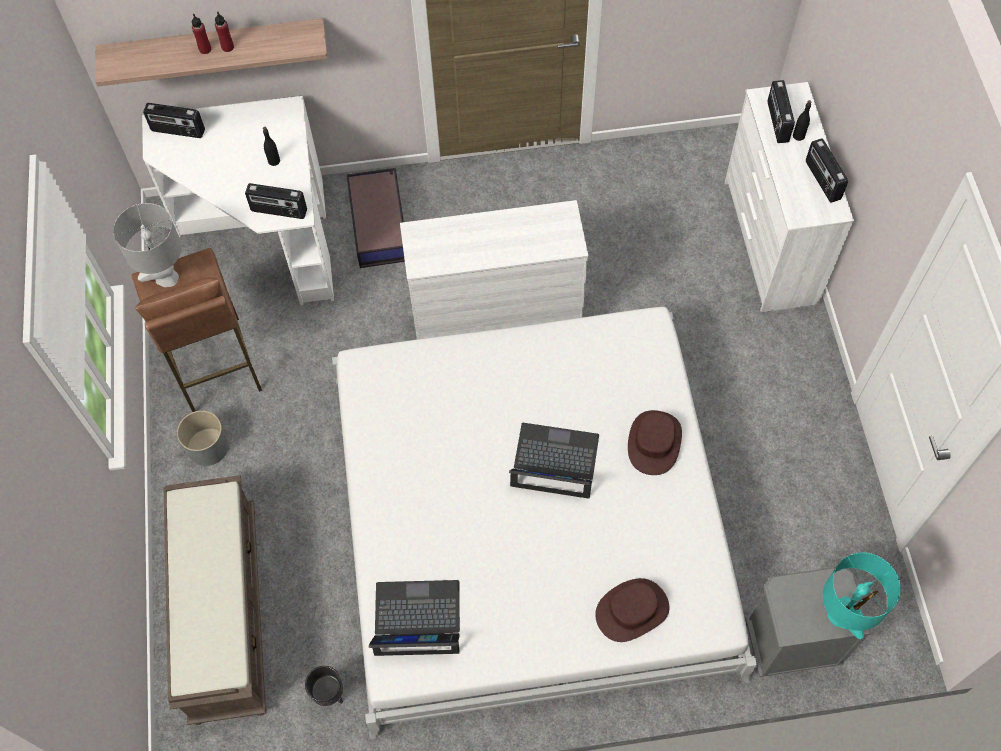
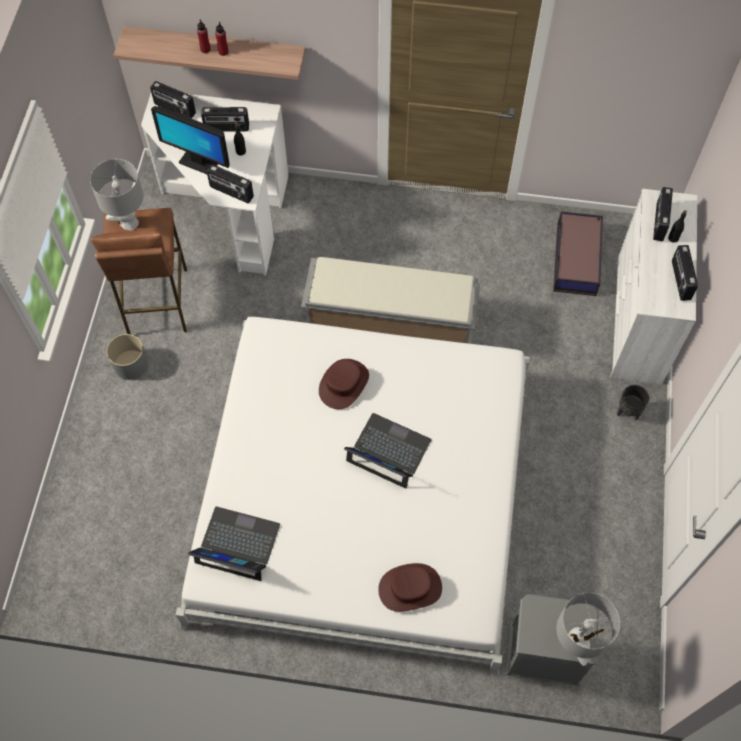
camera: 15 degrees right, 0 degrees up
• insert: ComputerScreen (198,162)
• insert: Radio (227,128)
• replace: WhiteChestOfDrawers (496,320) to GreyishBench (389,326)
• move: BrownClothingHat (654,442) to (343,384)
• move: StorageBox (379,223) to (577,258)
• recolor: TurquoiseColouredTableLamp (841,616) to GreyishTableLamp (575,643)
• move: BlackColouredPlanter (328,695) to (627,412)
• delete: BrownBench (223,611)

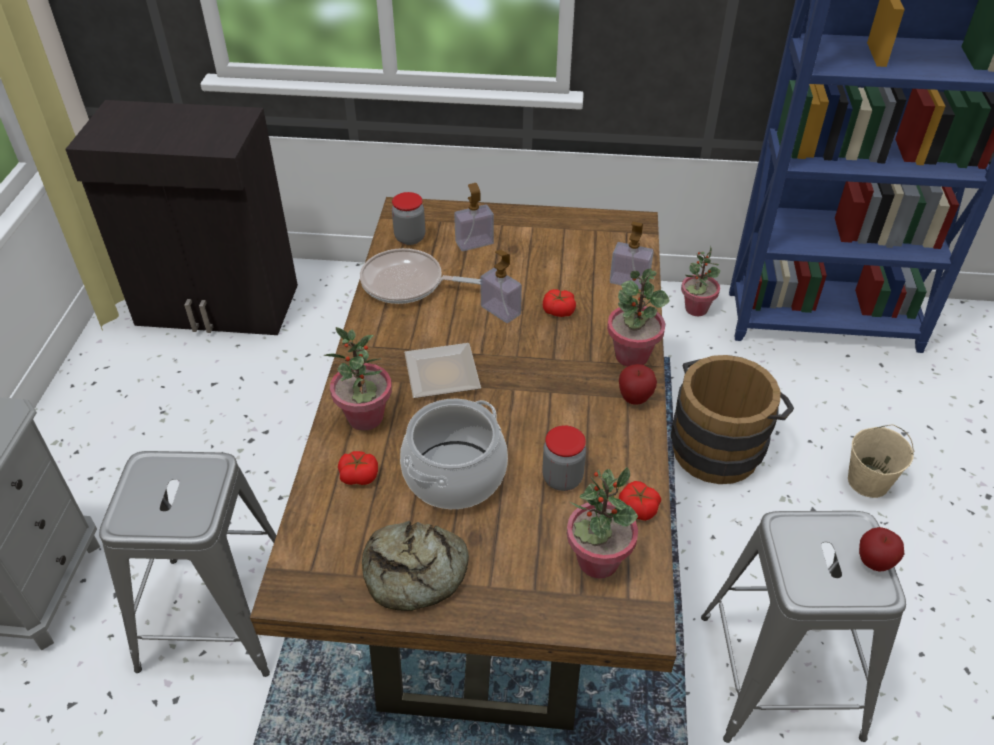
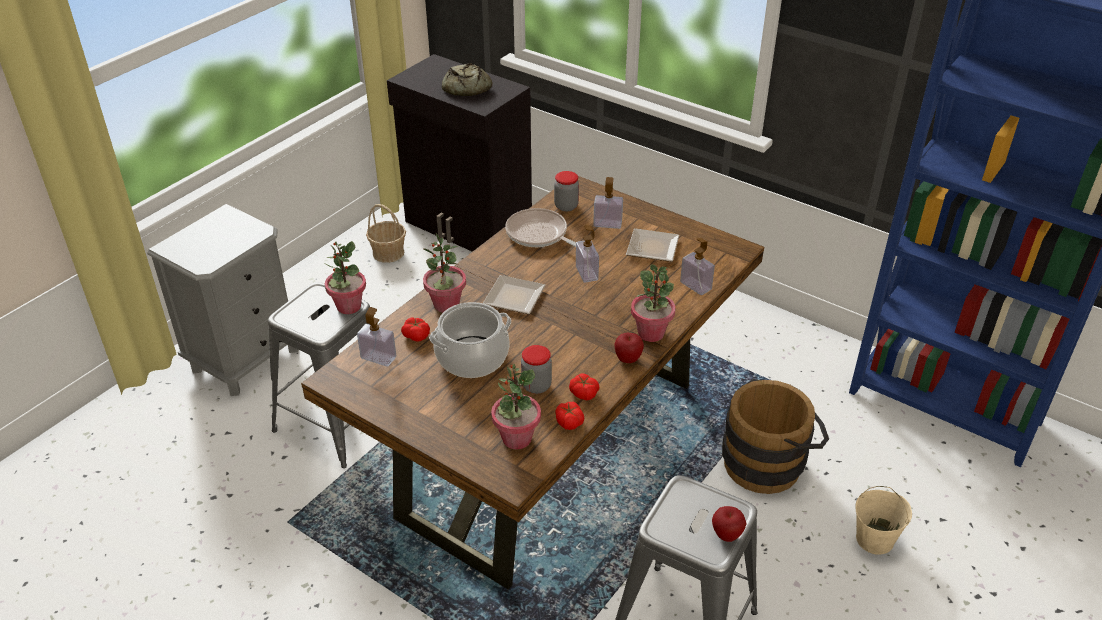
camera: 30 degrees right, 5 degrees down
• move: PlantInAPot (696,309) to (348,306)
• insert: SoapBottle (378,357)
• insert: HouseholdBasket (388,253)
• move: BakedBread (415,573) to (465,88)
• move: WholeTomato (558,310) to (583,393)
• insert: Plate (651,247)

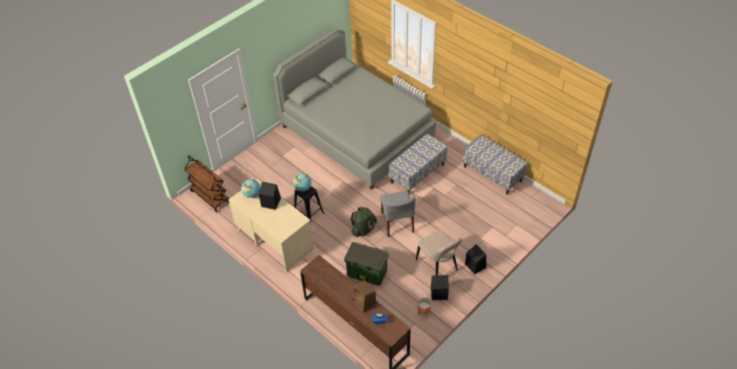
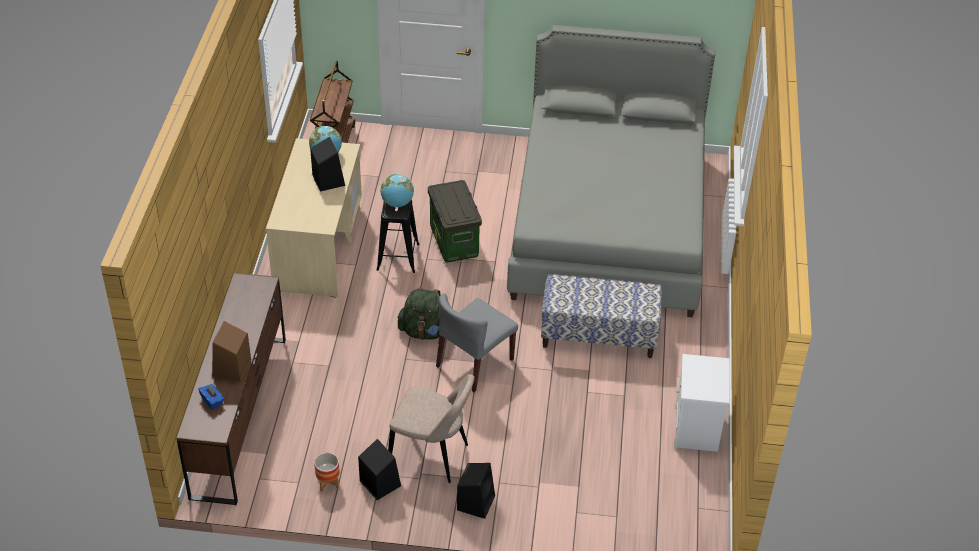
camera: 50 degrees right, 5 degrees down
• rotate: BeigeChair (438,266) = (432,456) 90 degrees counterclockwise
• move: StorageBox (366,273) to (453,241)
• replace: Bench (492,174) to WhiteNightstand (697,430)

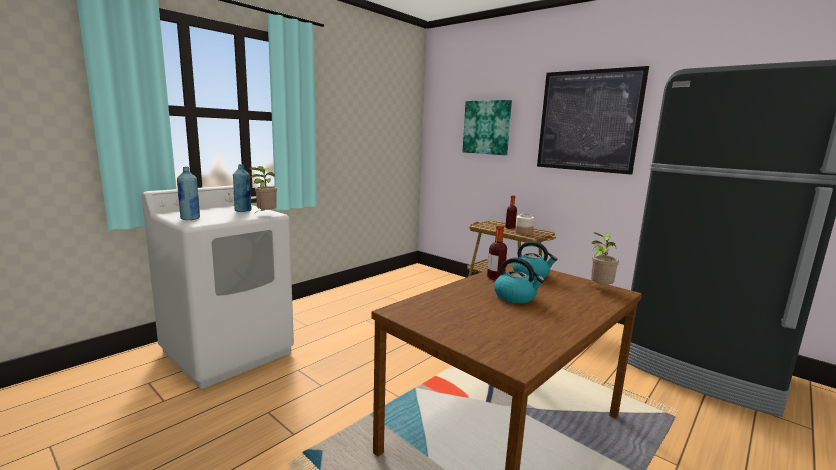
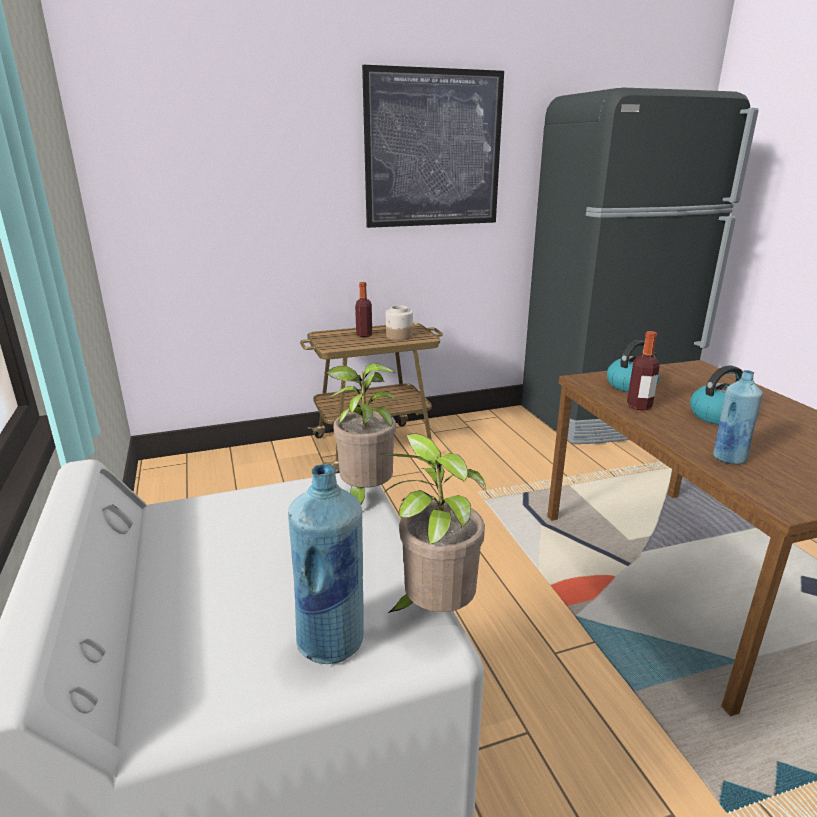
camera: 60 degrees left, 10 degrees up
• move: PlantInAPot (599,288) to (433,611)
• move: BlueColouredDrinkBottle (243,211) to (728,458)
• delete: Picture (487,127)

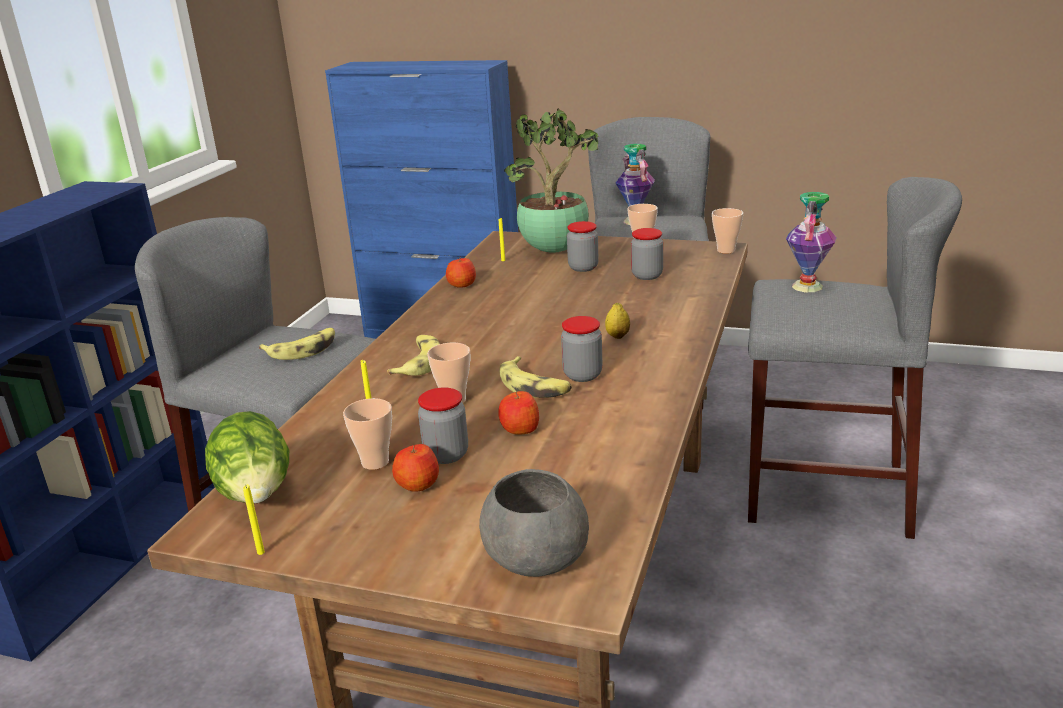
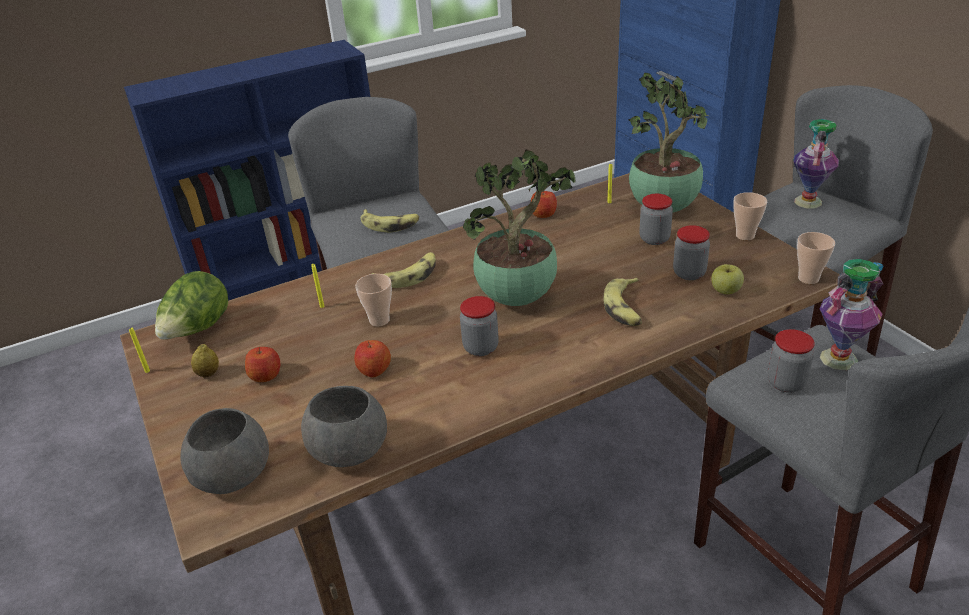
camera: 45 degrees right, 10 degrees up
• move: Lemon (617,336) to (208,373)
• insert: GreyishDeepDish (347,449)
• insert: PlantInAPot (519,298)
• move: BananaFruit (534,386) to (625,308)
• insert: WholeApple (725,291)
• move: StorageJar (446,455) to (786,383)
• delete: DrinkingCup (375,462)

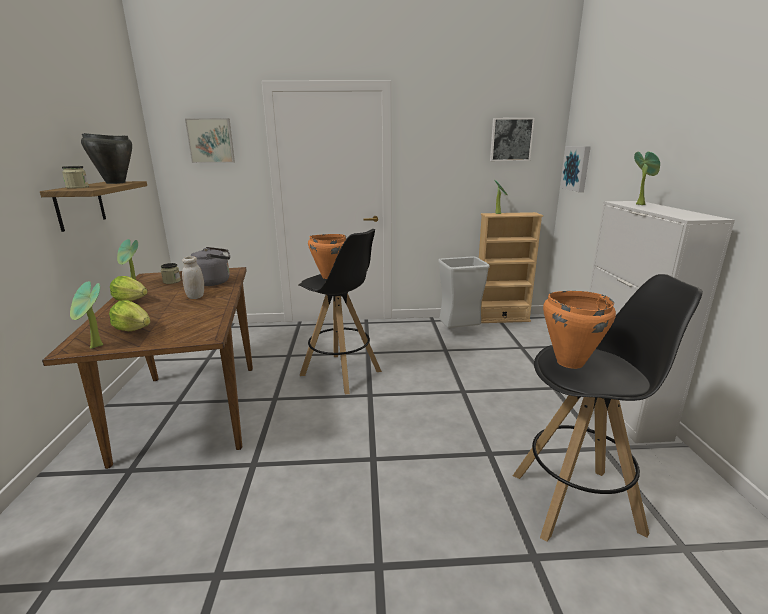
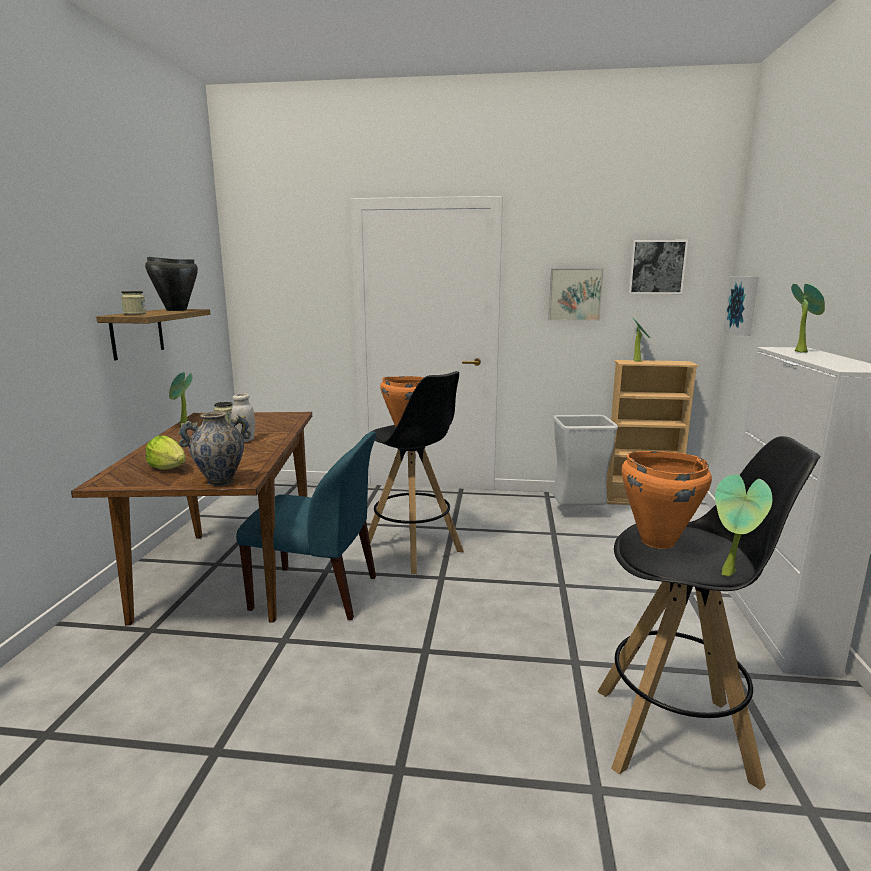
camera: 10 degrees right, 5 degrees down
• insert: DecorativeVase (220,481)
• insert: BlueColouredChair (318,593)
• move: Picture (211,141) to (575,294)
• move: PlantInAPot (96,347) to (731,575)
• delete: LettuceHead (131,300)
• delete: GreyishKettle (214,282)

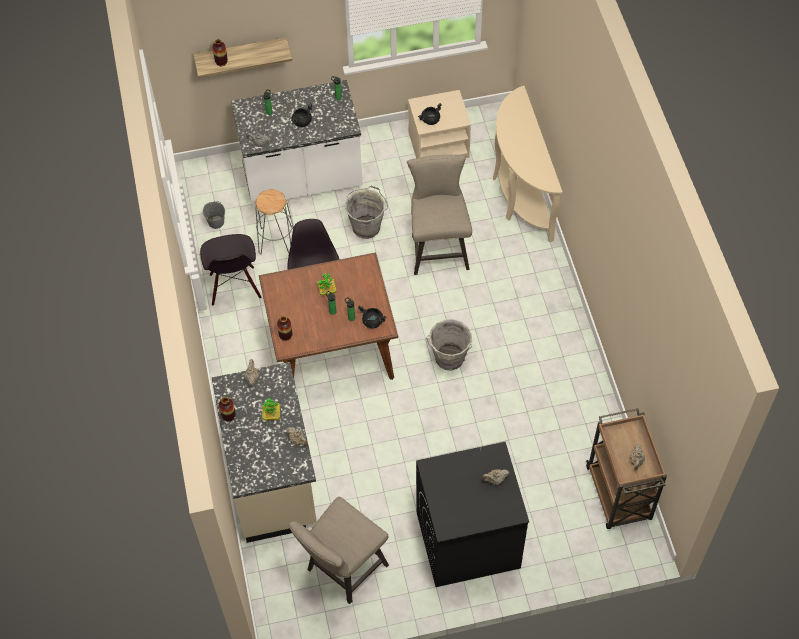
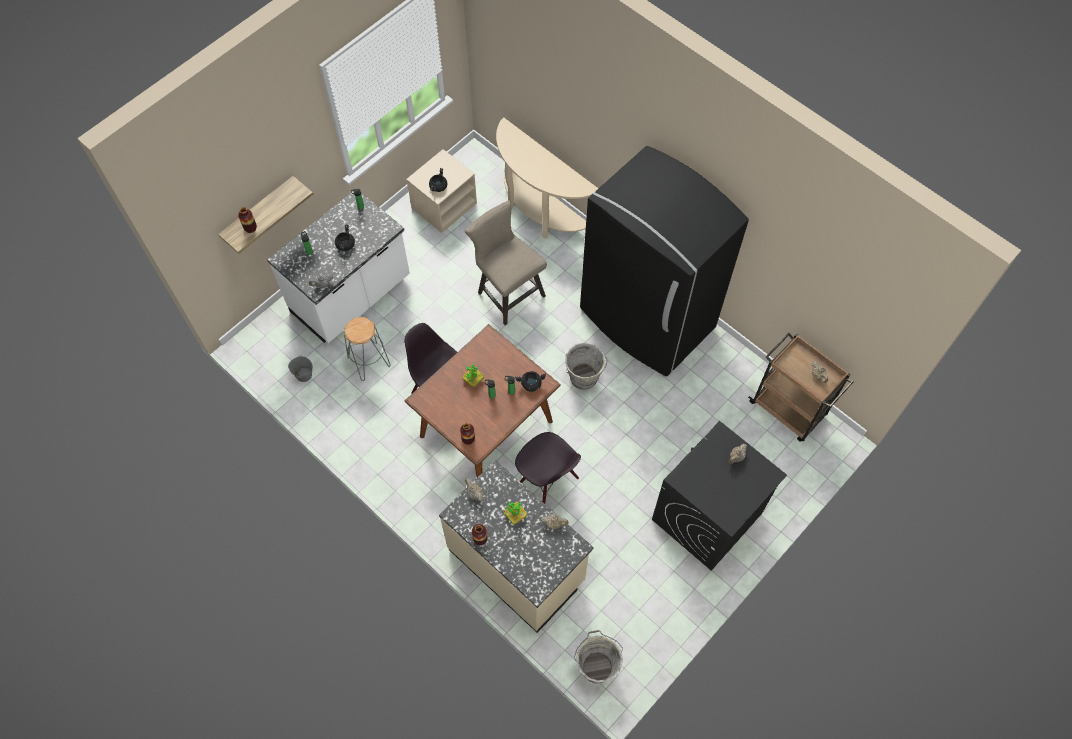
camera: 35 degrees left, 5 degrees up
• move: BlackColouredChair (234,286) to (547,482)
• move: GreyishWaterBucket (367,226) to (597,666)
• insert: BlackColouredFridge (646,320)
• delete: BeigeSittingStool (343,571)

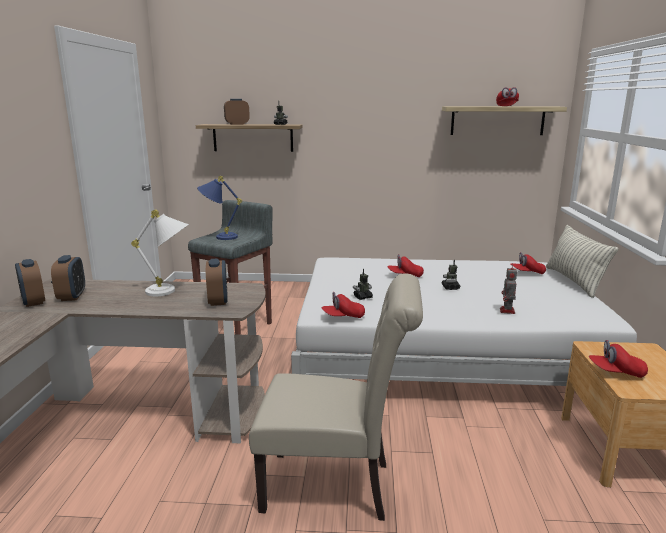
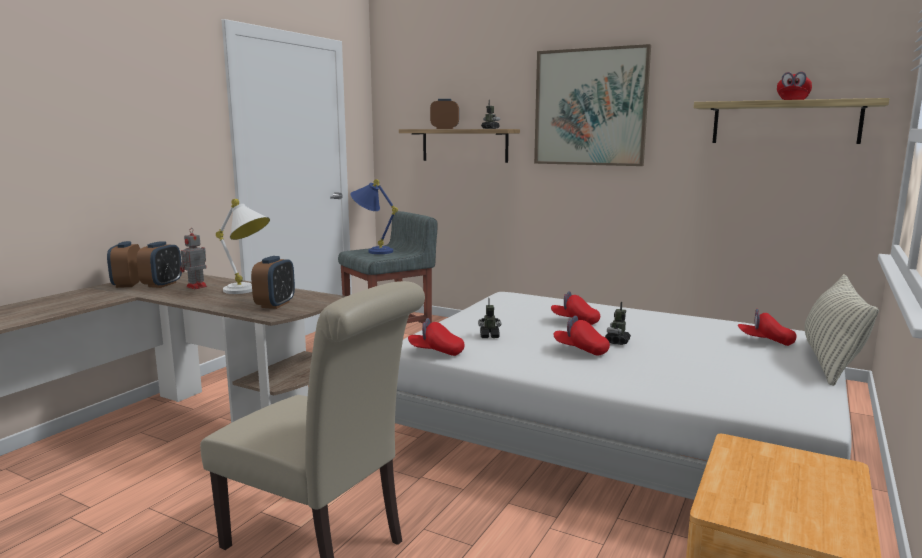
camera: 25 degrees right, 5 degrees down
• move: RobotFigure (507,311) to (195,287)
• insert: Picture (590,107)
• move: RedCap (616,372) to (580,350)

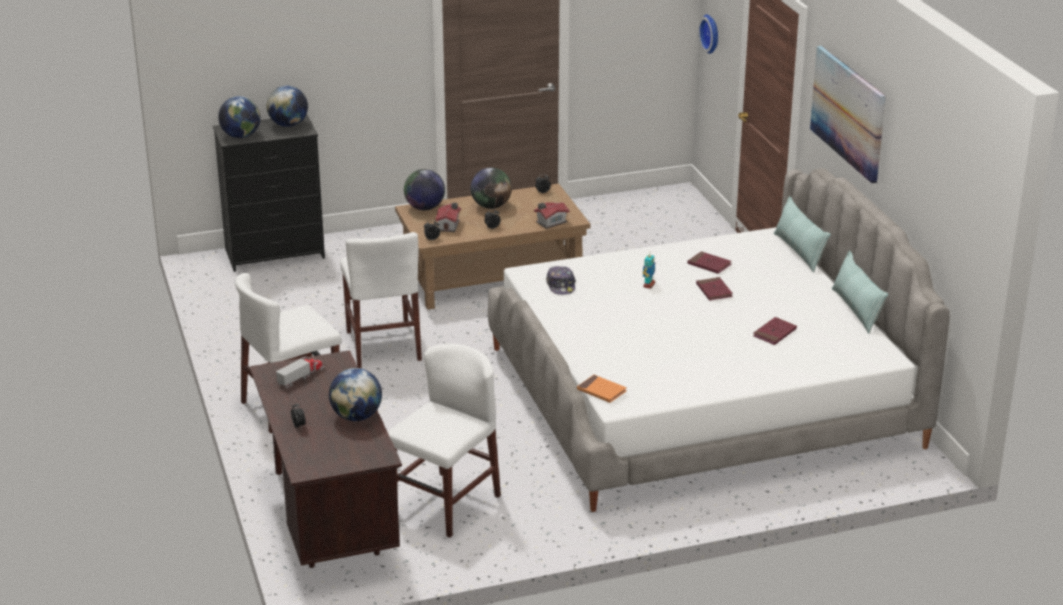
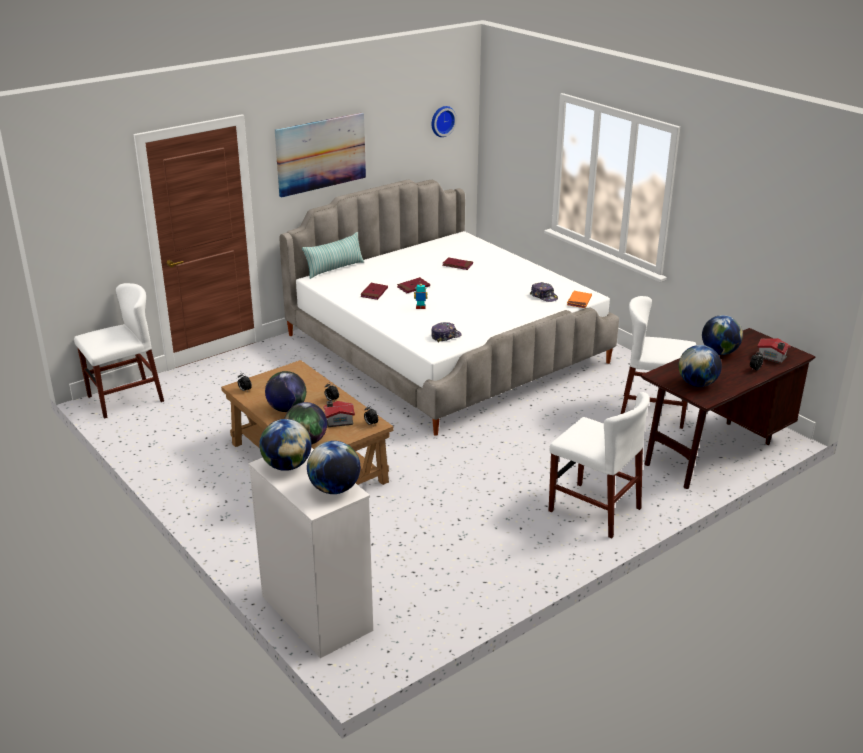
camera: 110 degrees left, 0 degrees up
• move: WhiteChair (383,345) to (125,399)
• recolor: BlackColouredChestOfDrawers (275,253) to WhiteChestOfDrawers (315,612)
• move: ClockOnTheWall (711,33) to (442,121)
• insert: Cap (544,296)
• replace: ToyTruck (301,377) to WorldGlobe (697,384)
• move: MiniatureHouse (550,222) to (772,357)
• delete: Pillow (856,310)

